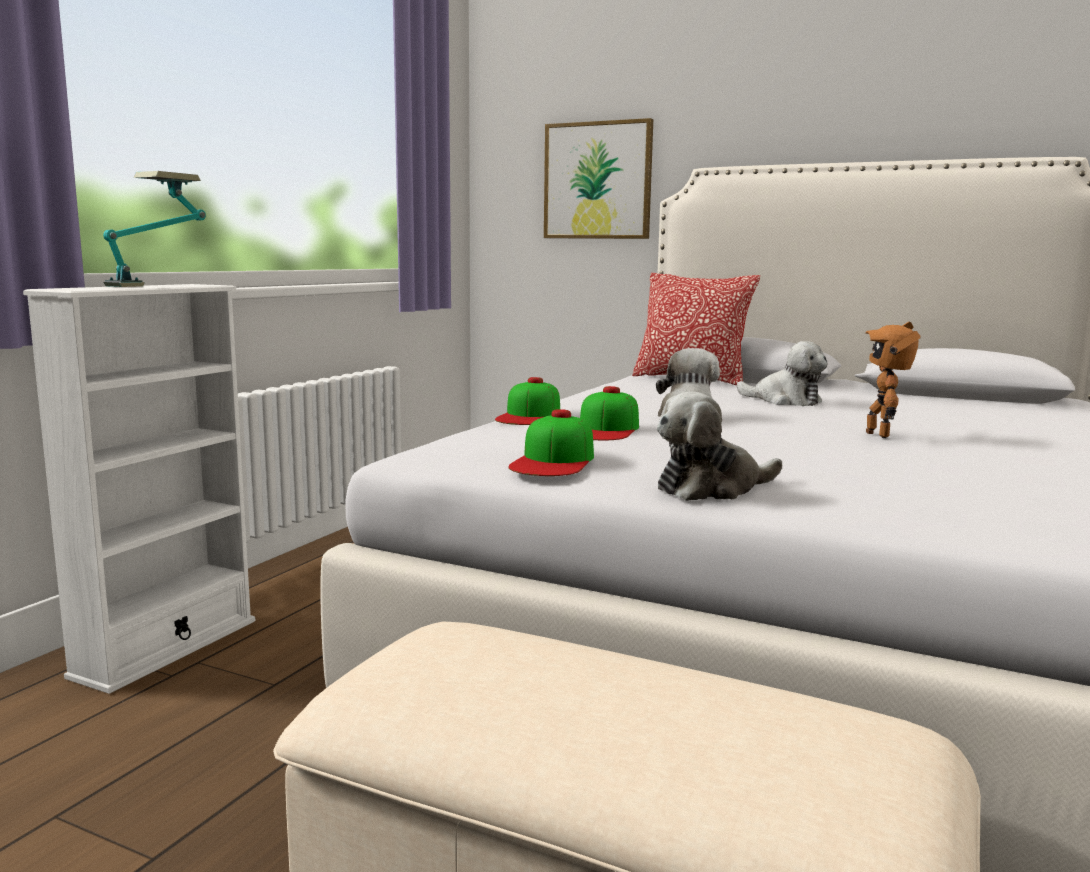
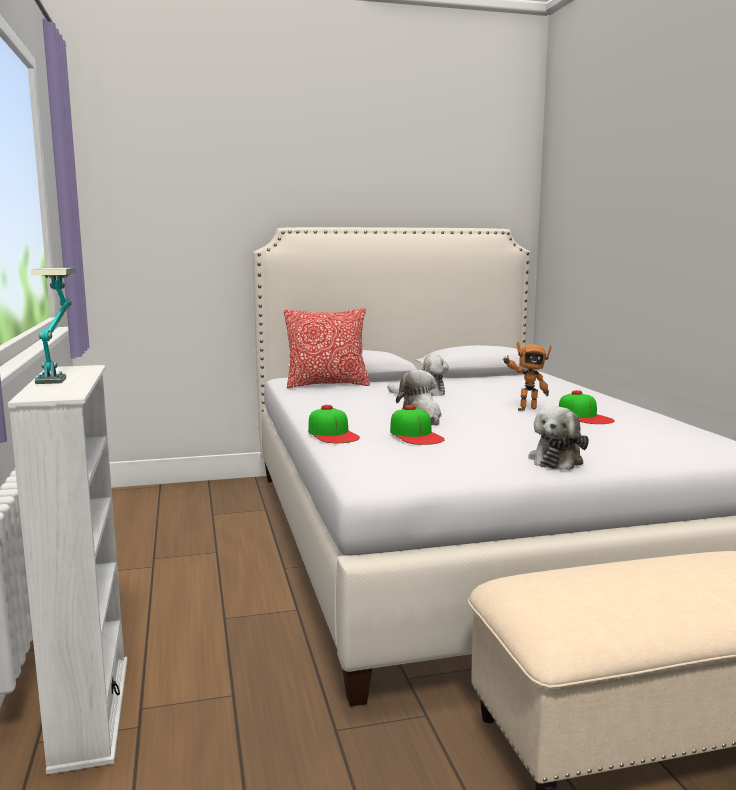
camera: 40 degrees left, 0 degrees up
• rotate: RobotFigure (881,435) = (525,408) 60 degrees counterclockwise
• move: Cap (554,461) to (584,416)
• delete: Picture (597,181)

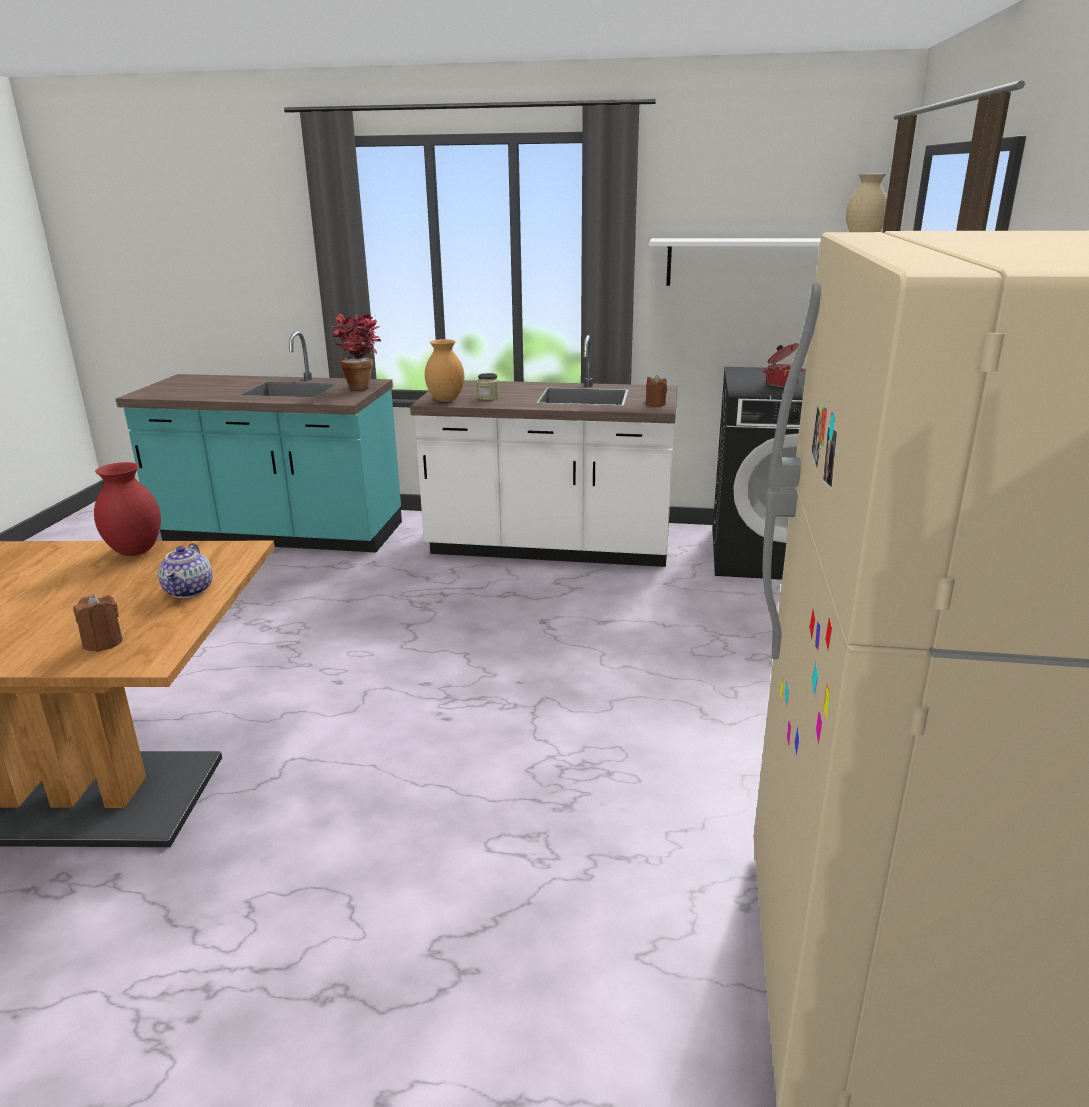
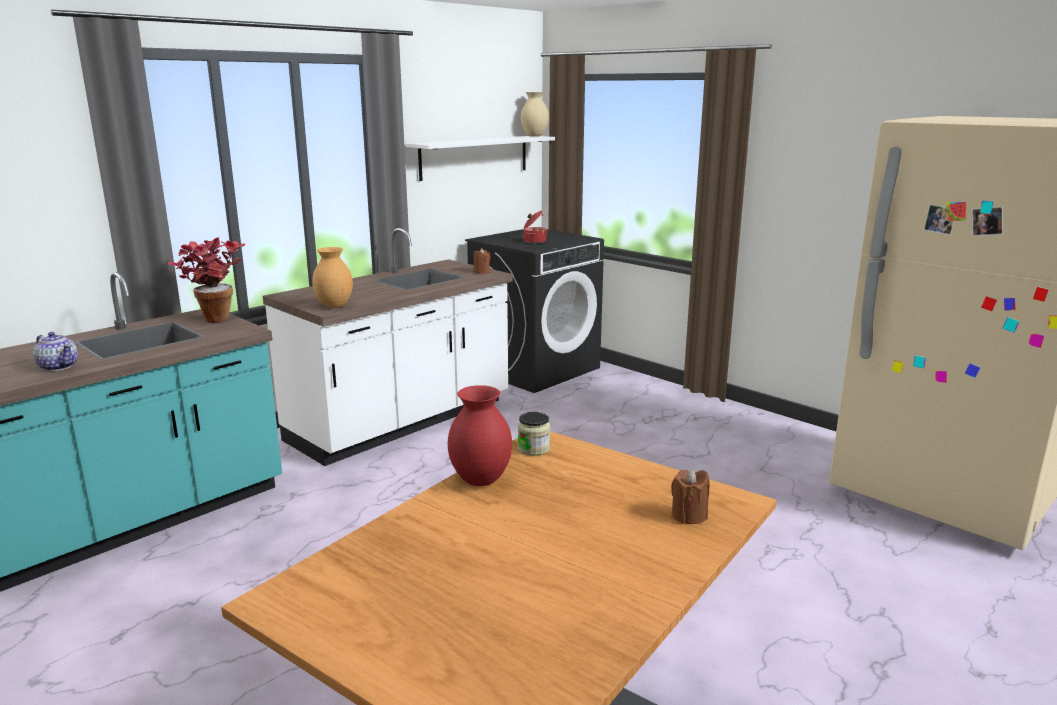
camera: 55 degrees left, 5 degrees down
• move: TeaPot (189,590) to (58,366)
• move: StorageJar (488,398) to (534,449)

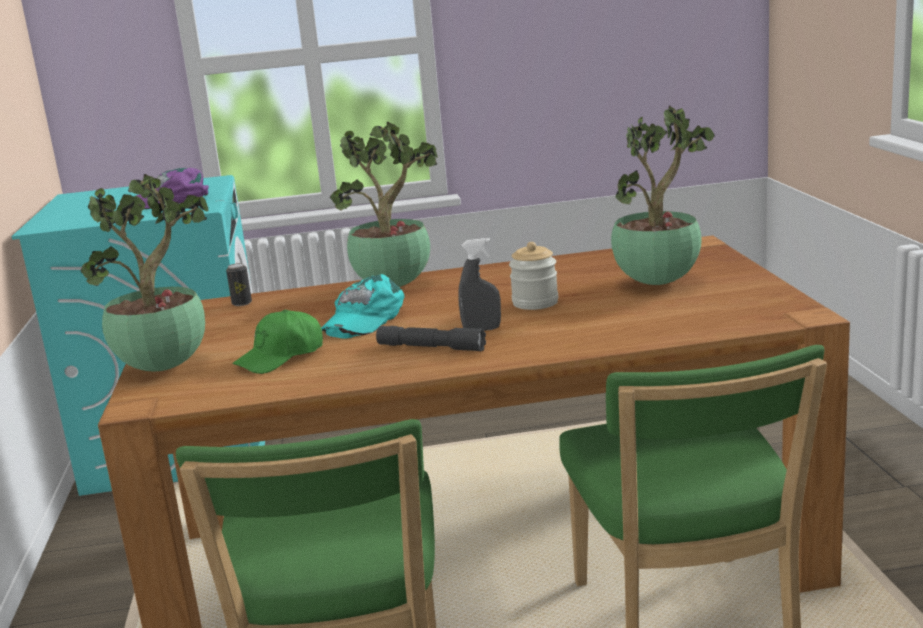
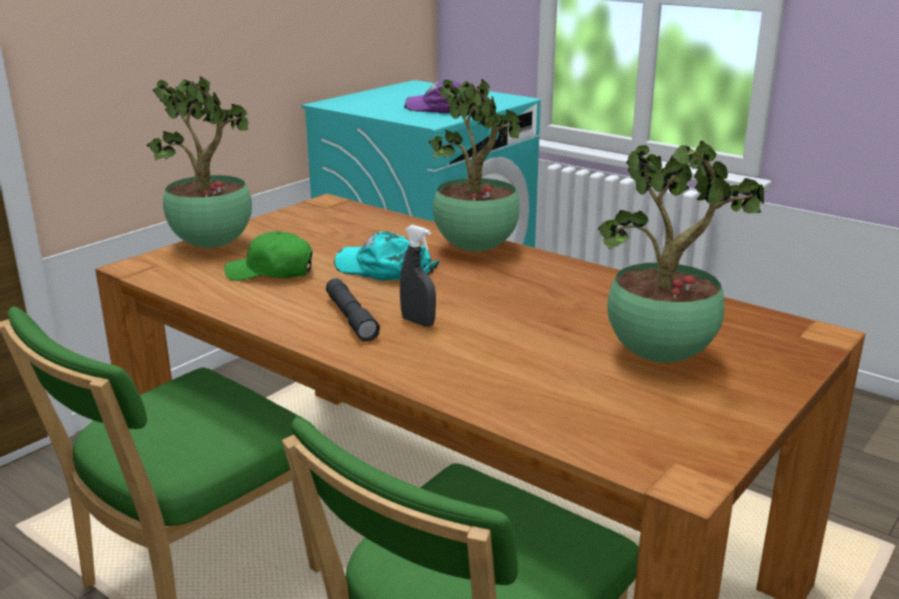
camera: 45 degrees right, 5 degrees up
• rotate: TurquoiseColouredCap (363,319) = (384,268) 45 degrees clockwise
• delete: SealedCan (242,303)
• delete: StorageJar (535,303)

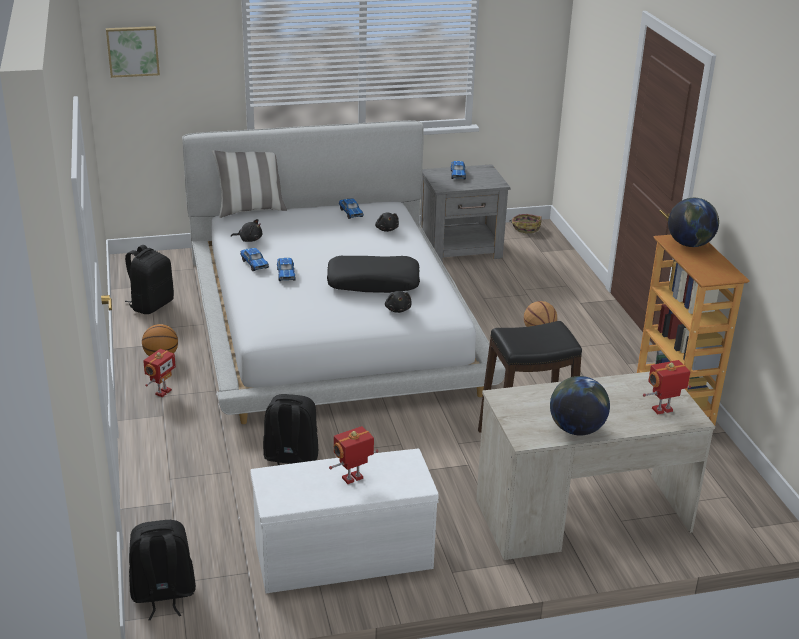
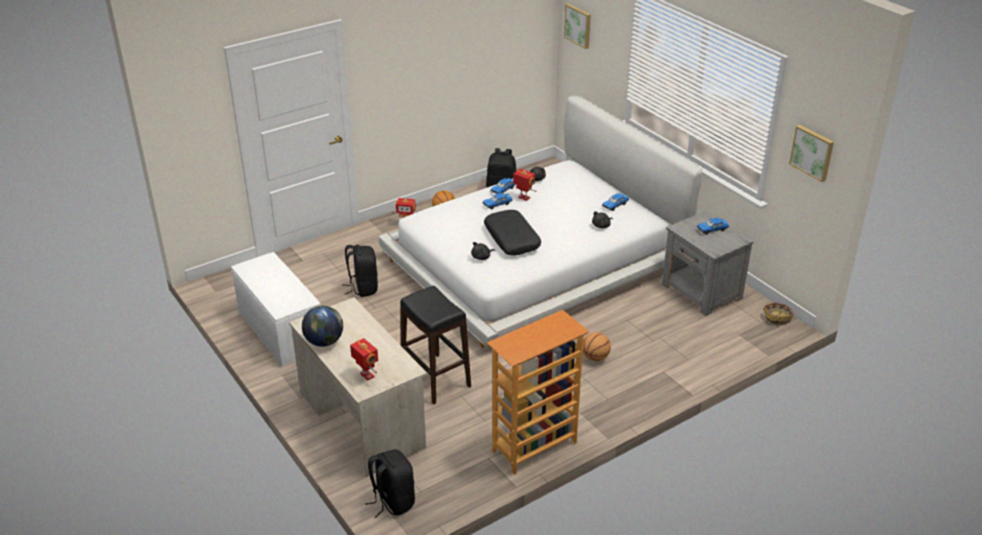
camera: 70 degrees right, 5 degrees up
• move: BlackColouredRucksack (163,595) to (392,501)
• move: RobotFigure (353,479) to (523,198)
• insert: Picture (812,152)
• delete: Pillow (251,210)
• delete: WorldGlobe (690,244)

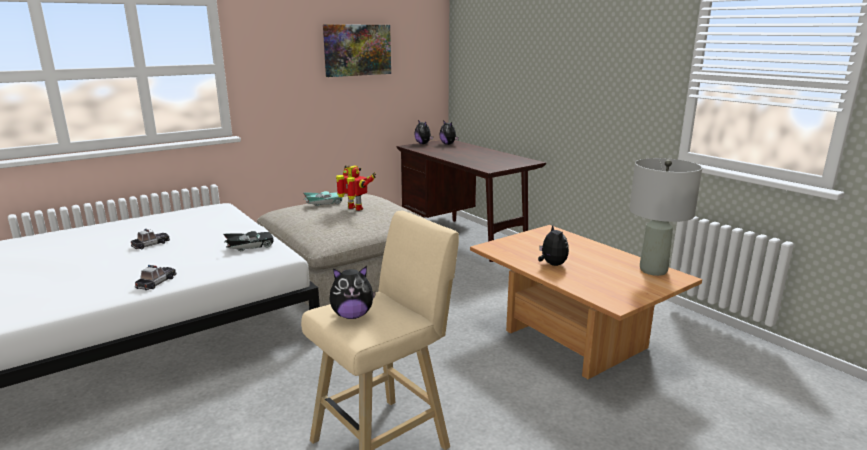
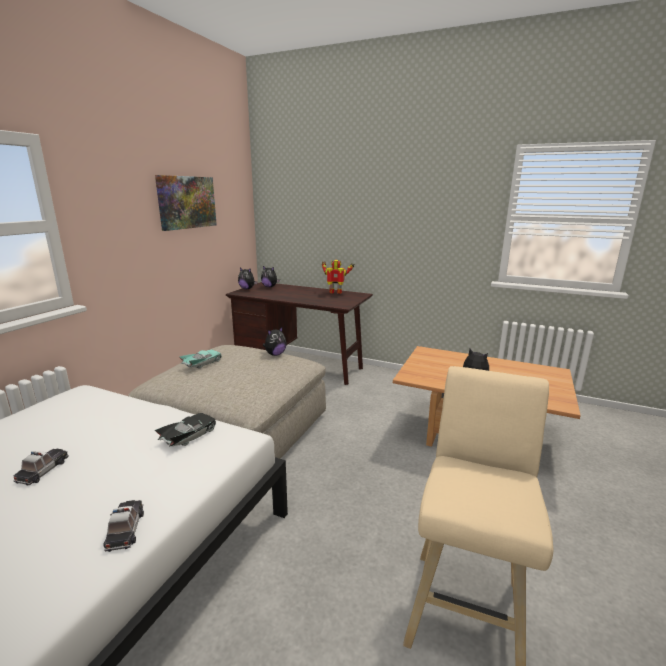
camera: 30 degrees left, 0 degrees up
• move: CuddlyToy (352,315) to (275,354)
• move: RobotFigure (354,209) to (336,293)
• delete: GreyishTableLamp (653,270)

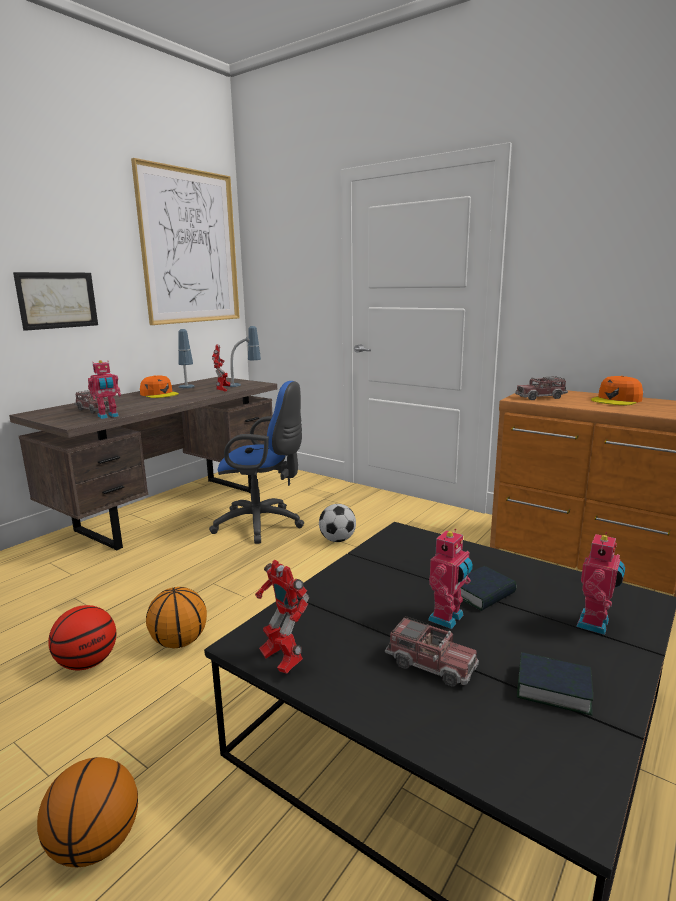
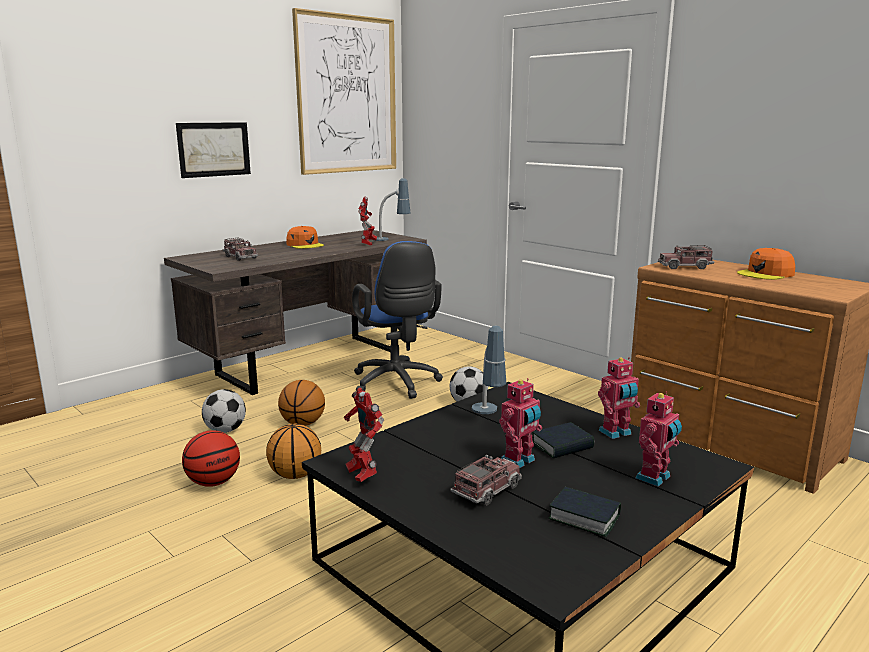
camera: 10 degrees right, 0 degrees up
• insert: FootballBall (225,430)
• move: BallForBasketball (96,843) to (303,423)
• rotate: BlueColouredComputerChair (263,524) = (397,384) 45 degrees clockwise
• rotate: ToyTruck (431,664) = (487,490) 90 degrees counterclockwise
• move: TableLamp (187,389) to (488,416)
• move: RobotFigure (108,416) to (616,433)

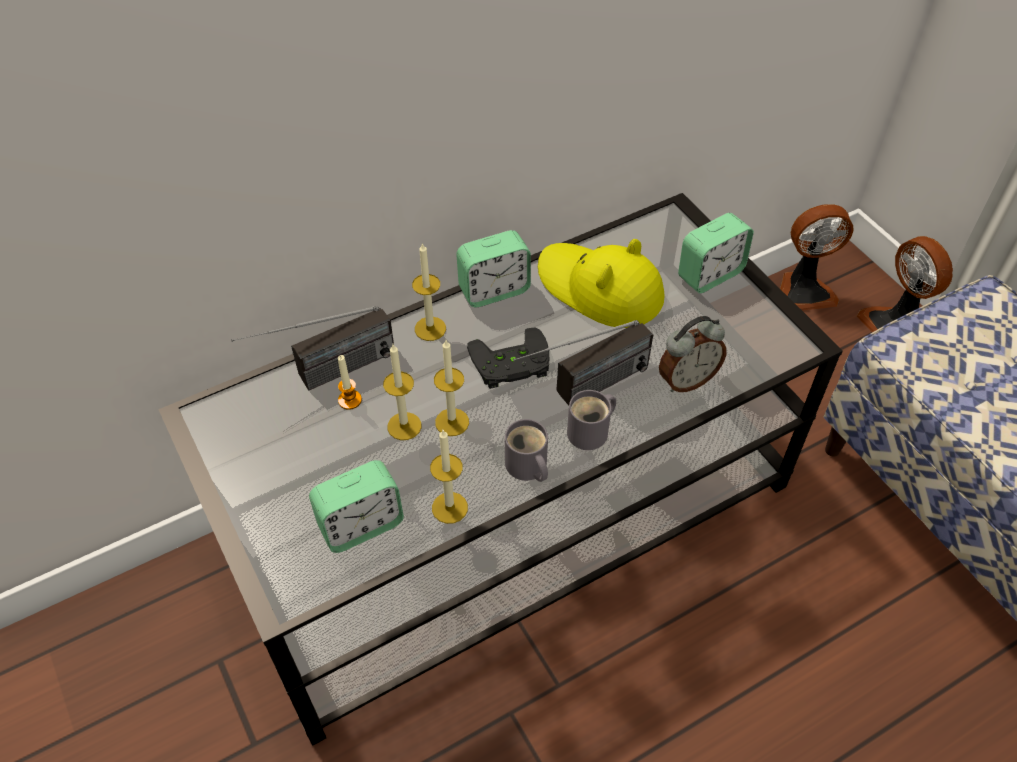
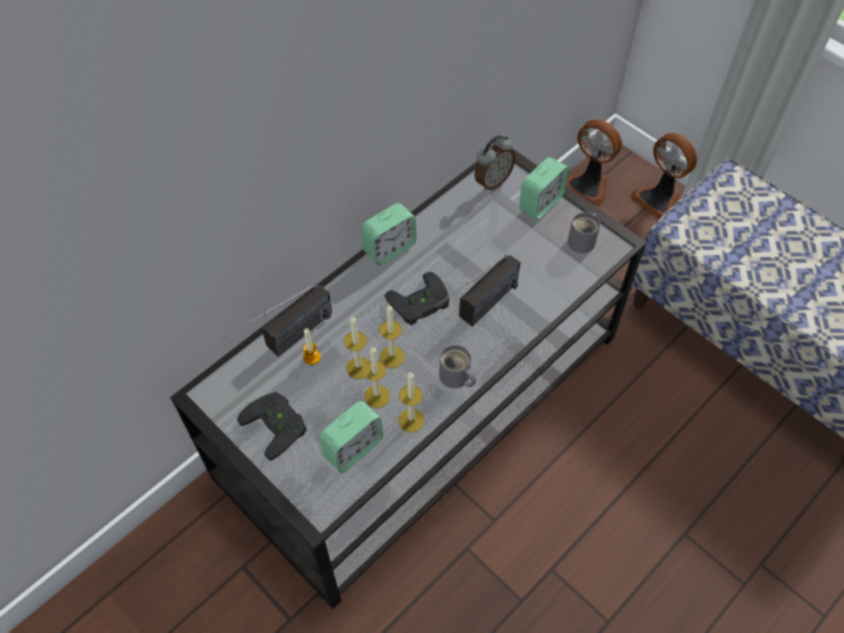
camera: 15 degrees left, 5 degrees up
• insert: BlackColouredJoypad (278,424)
• move: WaxLight (430,328) to (377,396)
• move: TableClock (686,380) to (492,181)
• rotate: ElectricFan (803,291) = (588,185) 60 degrees clockwise
• move: GreyishTeaMug (591,432) to (583,241)
• delete: YellowishClothingHat (599,289)

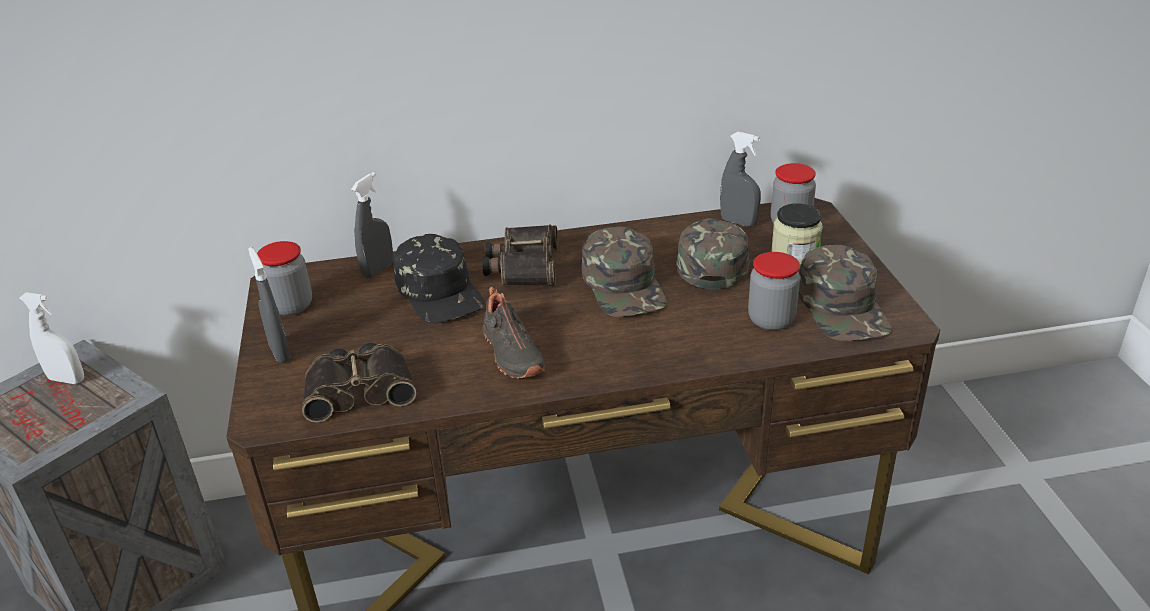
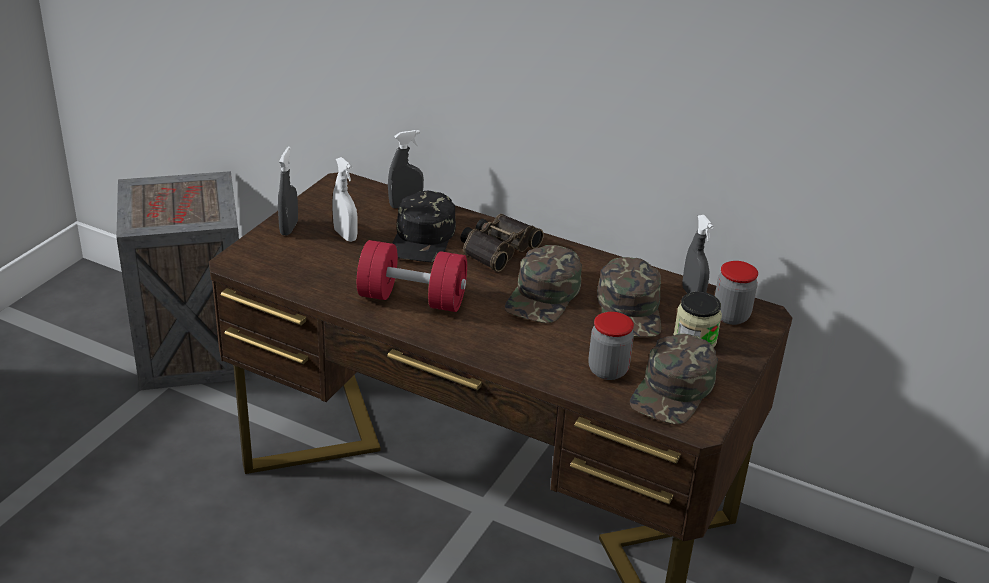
camera: 35 degrees right, 0 degrees up
• move: WhiteSprayer (67,379) to (345,235)
• replace: BlackColouredItemOfFootwear (510,354) to RedDumbbell (412,299)
• rotate: GreenColouredCap (710,259) = (630,309) 135 degrees clockwise
• delete: StorageJar (291,306)
• delete: Binoculars (359,389)

